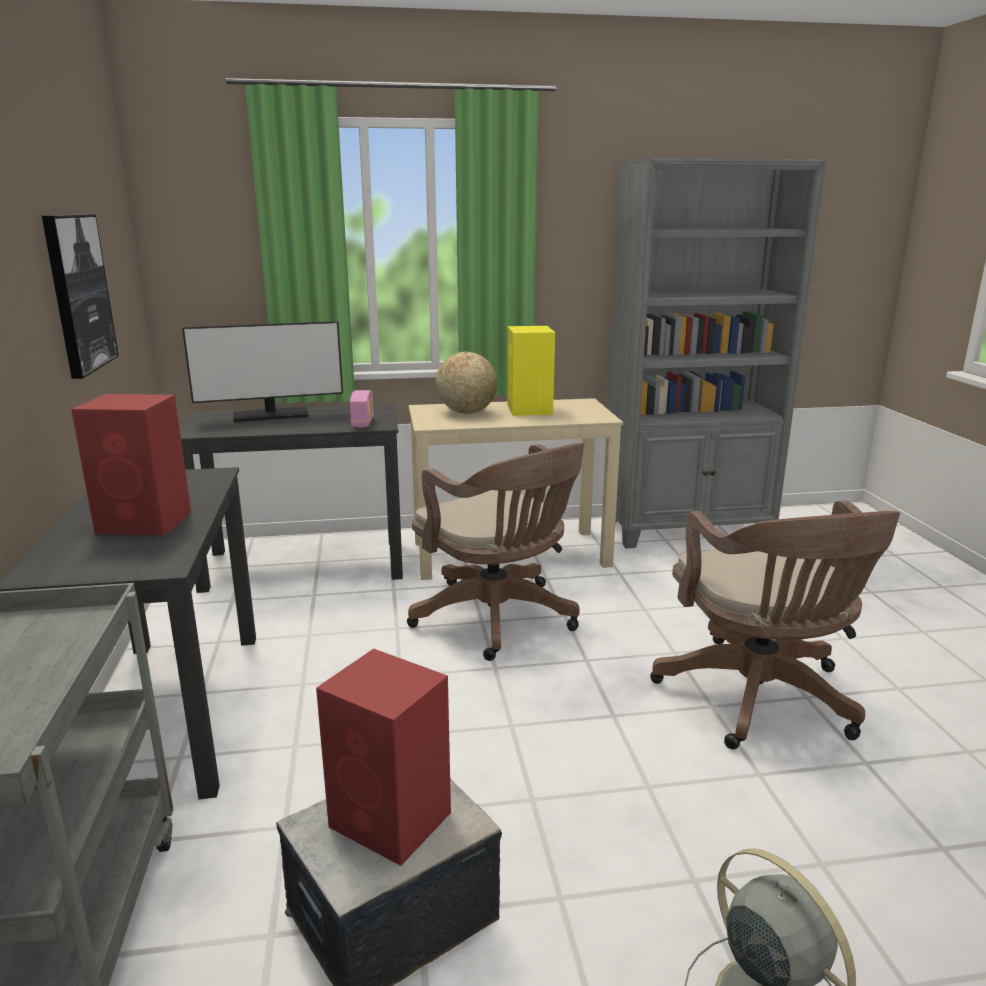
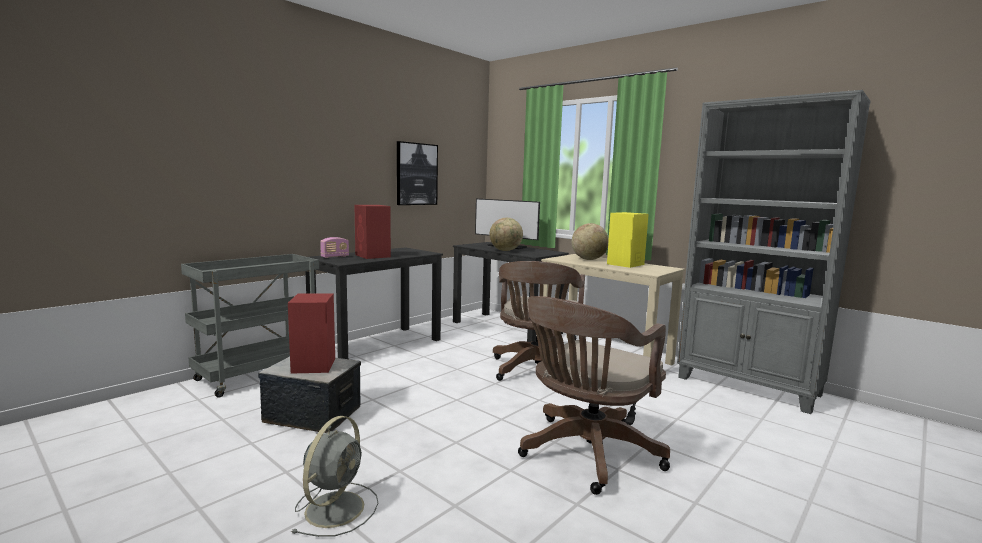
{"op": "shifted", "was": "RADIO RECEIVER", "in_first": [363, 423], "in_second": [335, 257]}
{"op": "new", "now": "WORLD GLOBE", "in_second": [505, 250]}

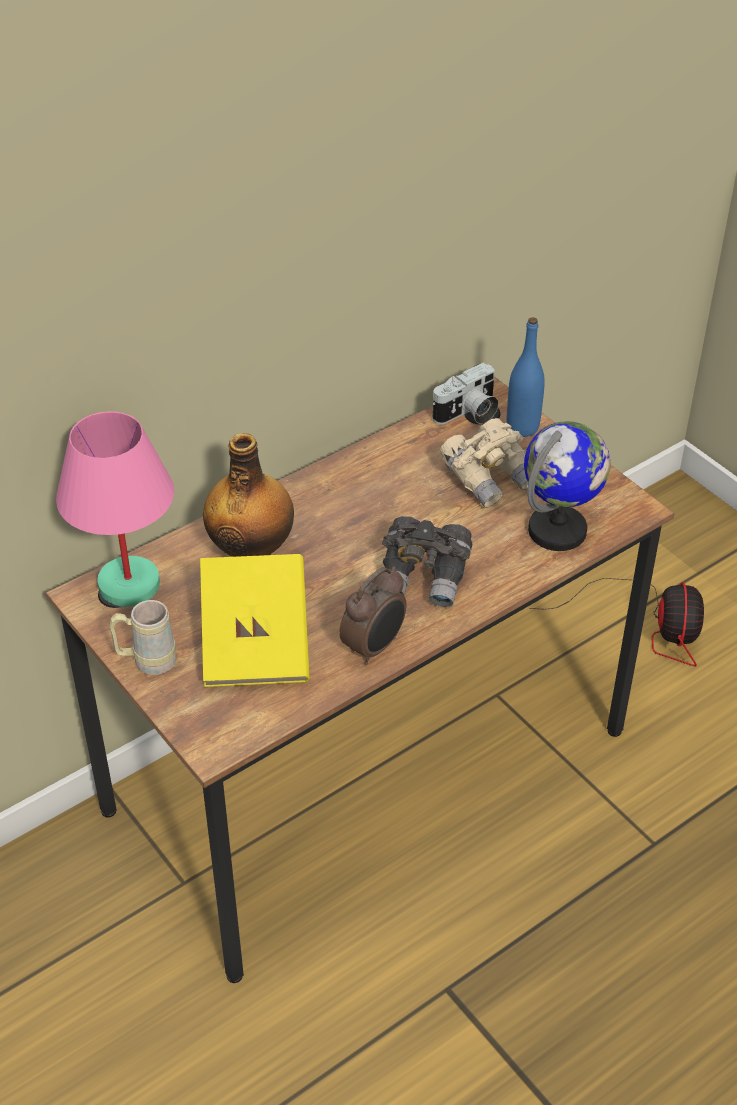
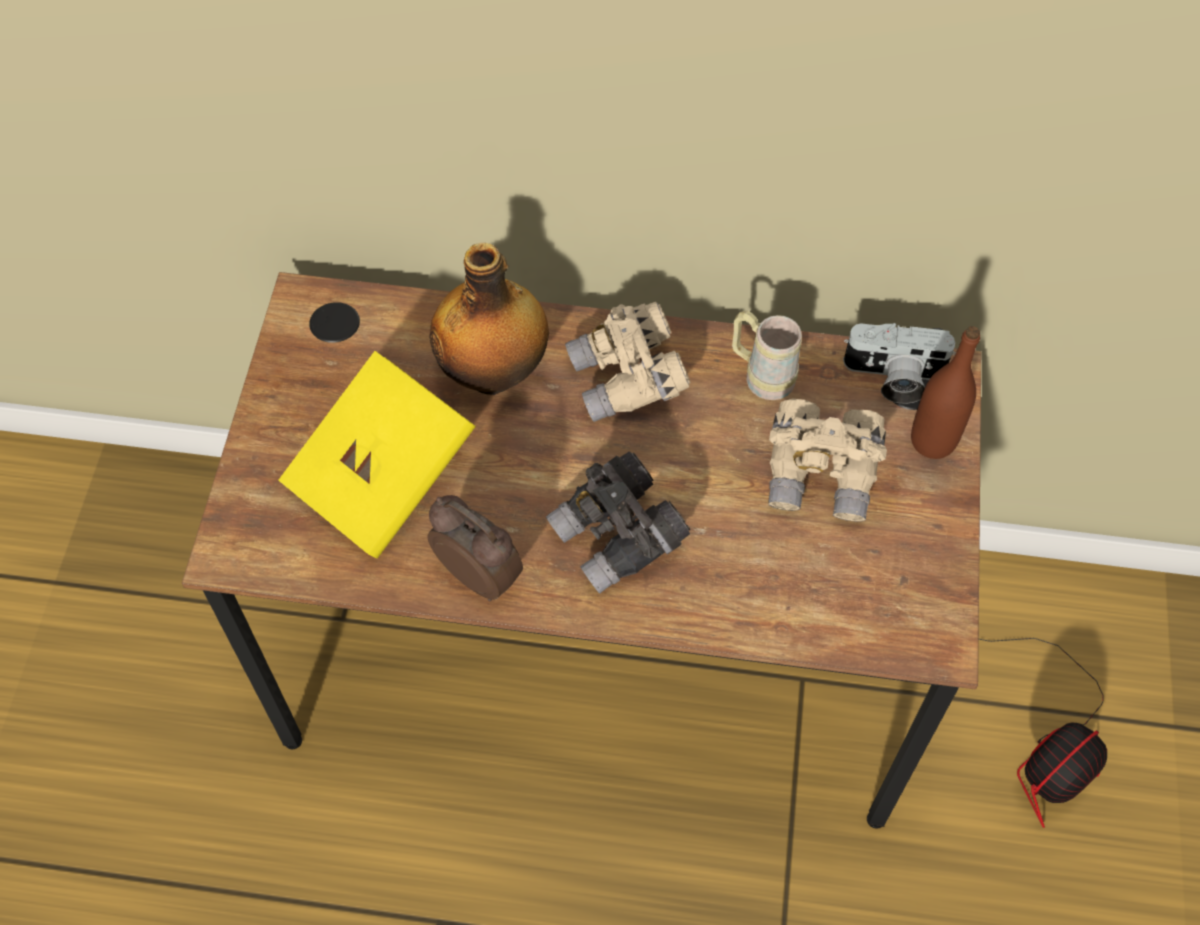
{"op": "gone", "was": "PINK-COLOURED TABLETOP LAMP", "in_first": [129, 583]}
{"op": "shifted", "was": "BEIGE-COLOURED MUG", "in_first": [146, 661], "in_second": [761, 375]}
{"op": "rotated", "was": "ALARM CLOCK", "in_first": [374, 647], "in_second": [480, 575], "clockwise": -135}
{"op": "repainted", "was": "BLUISH BEVERAGE BOTTLE", "now": "BROWNISH BEVERAGE BOTTLE", "in_first": [522, 427], "in_second": [933, 441]}
{"op": "gone", "was": "WORLD GLOBE", "in_first": [558, 531]}
{"op": "new", "now": "BEIGE-COLOURED BINOCULARS", "in_second": [628, 380]}

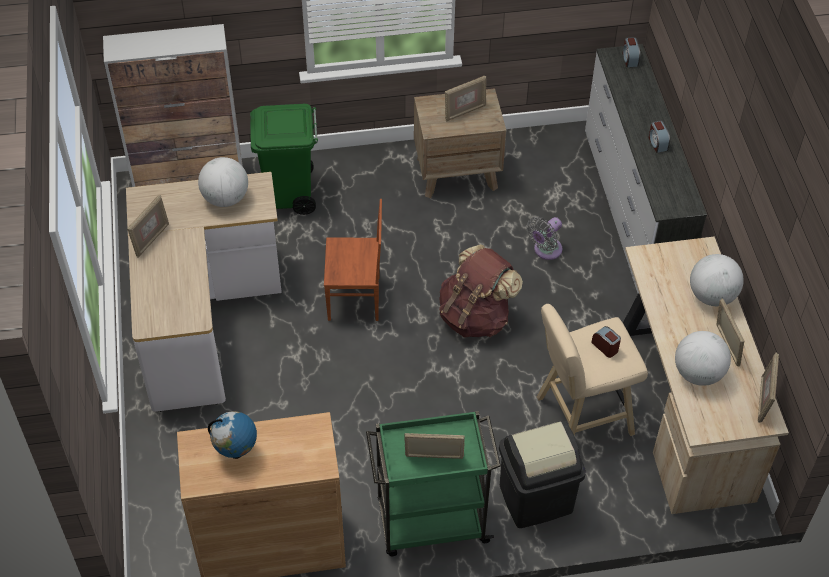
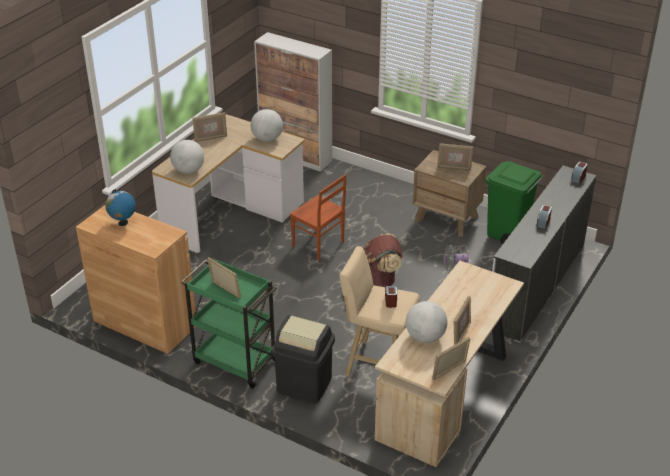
{"op": "shifted", "was": "GREENISH WASTE BIN", "in_first": [290, 194], "in_second": [507, 235]}
{"op": "shifted", "was": "WORLD GLOBE", "in_first": [712, 296], "in_second": [188, 170]}

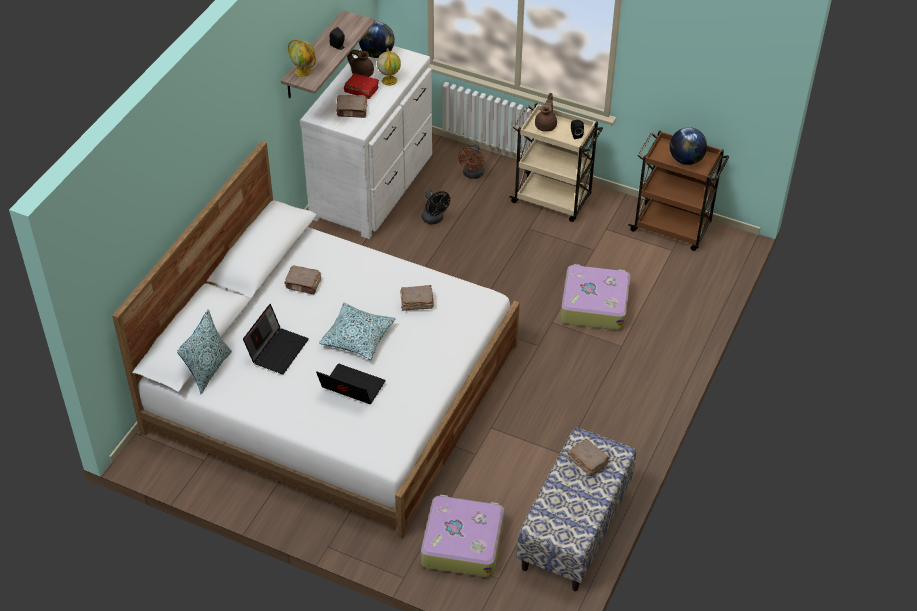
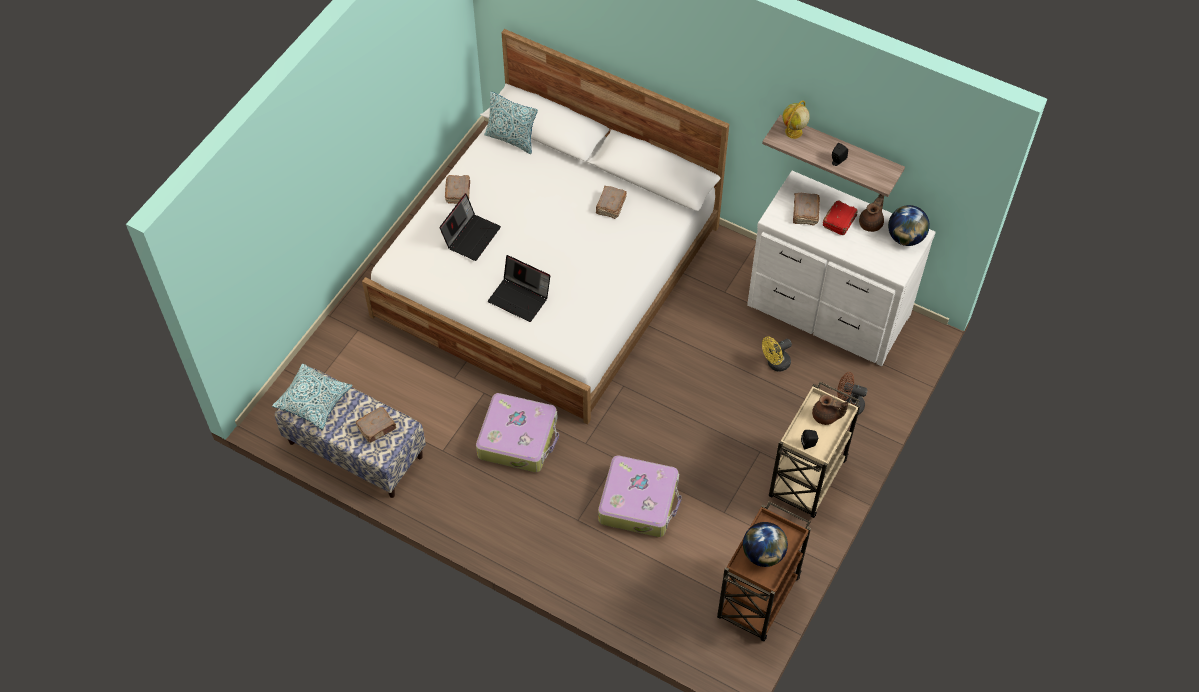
{"op": "shifted", "was": "PORTABLE COMPUTER", "in_first": [277, 349], "in_second": [520, 298]}
{"op": "shifted", "was": "PILLOW", "in_first": [357, 337], "in_second": [314, 400]}
{"op": "gone", "was": "WORLD GLOBE", "in_first": [389, 80]}
{"op": "shifted", "was": "BROWNISH BOOK", "in_first": [416, 302], "in_second": [458, 193]}
{"op": "shifted", "was": "SUITCASE", "in_first": [462, 543], "in_second": [518, 438]}
{"op": "repainted", "was": "BLACKISH ELECTRIC FAN", "now": "YELLOWISH ELECTRIC FAN", "in_first": [434, 219], "in_second": [775, 364]}

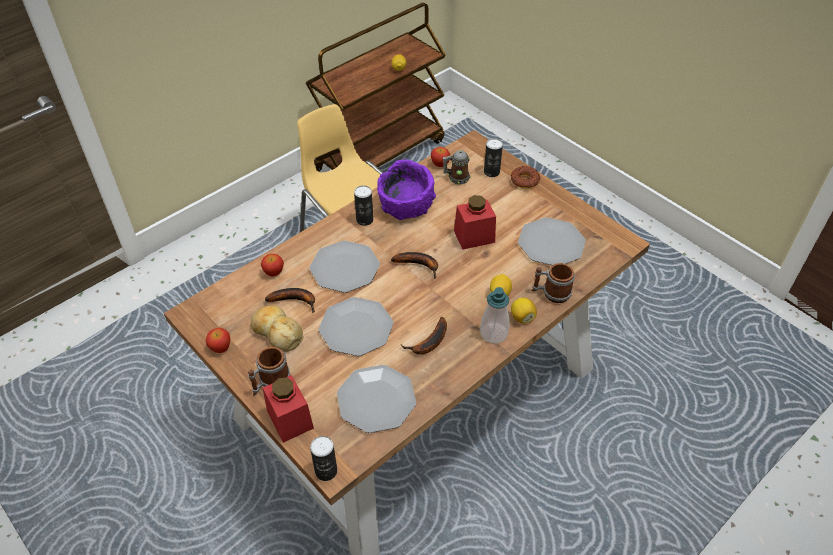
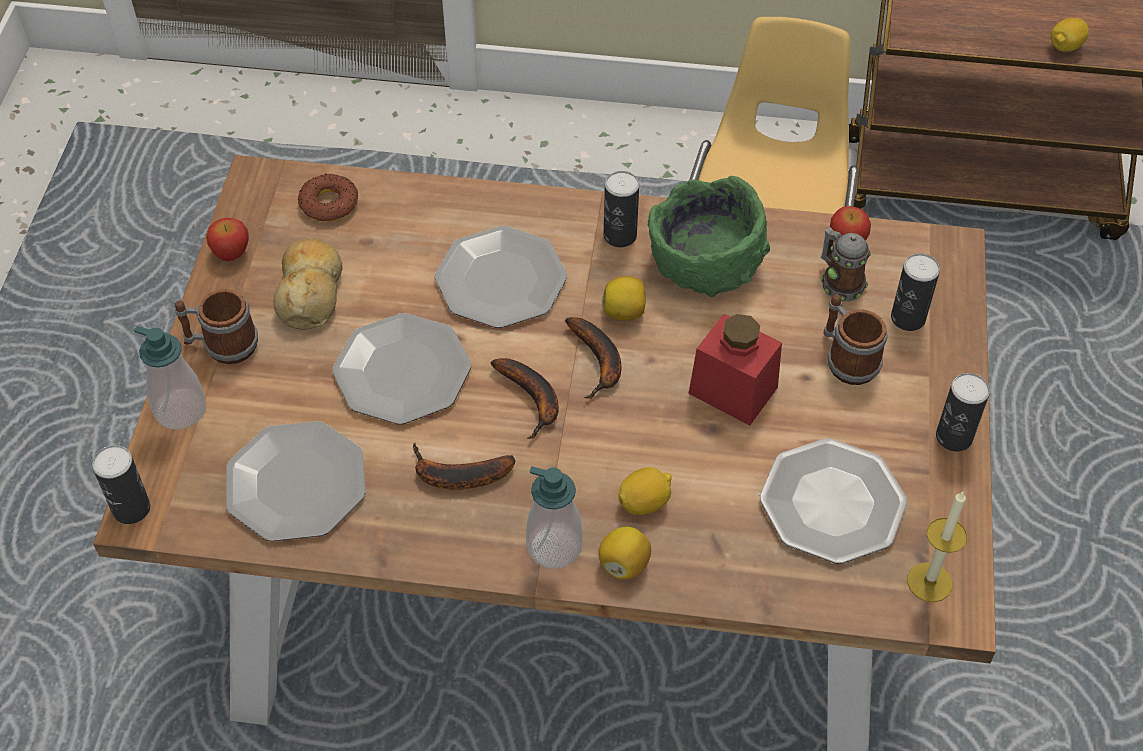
{"op": "gone", "was": "WHOLE APPLE", "in_first": [274, 272]}
{"op": "swapped", "was": "REDDISH STORAGE JAR", "now": "SOAP DISPENSER", "in_first": [290, 419], "in_second": [180, 410]}
{"op": "shifted", "was": "BANANA FRUIT", "in_first": [296, 300], "in_second": [532, 400]}
{"op": "repainted", "was": "PURPLISH SERVING BOWL", "now": "GREENISH SERVING BOWL", "in_first": [406, 206], "in_second": [705, 263]}
{"op": "shifted", "was": "RING DOUGHNUT", "in_first": [524, 180], "in_second": [329, 203]}
{"op": "shifted", "was": "MUG", "in_first": [551, 293], "in_second": [846, 359]}
{"op": "new", "now": "LEMON", "in_second": [624, 312]}
{"op": "new", "now": "WAX LIGHT", "in_second": [929, 582]}
{"op": "new", "now": "METAL CAN", "in_second": [954, 437]}

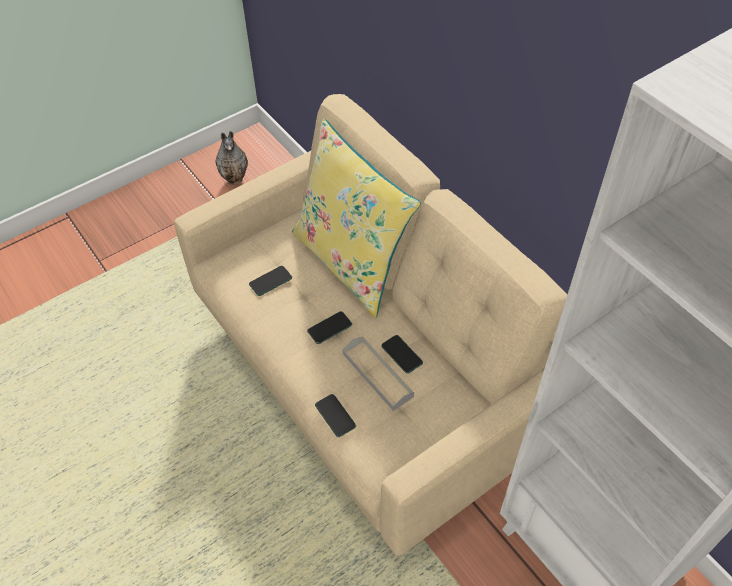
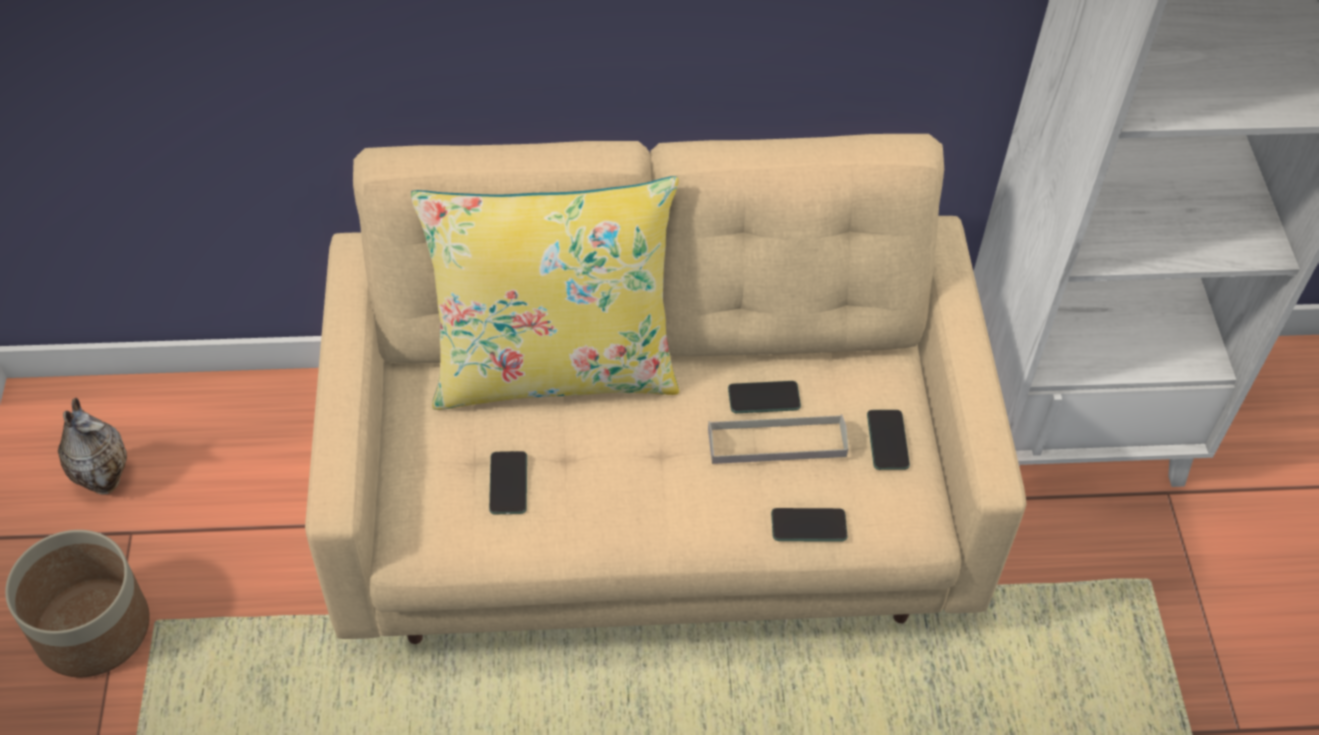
{"op": "shifted", "was": "PHONE", "in_first": [329, 328], "in_second": [887, 440]}
{"op": "new", "now": "PLANT POT", "in_second": [92, 628]}

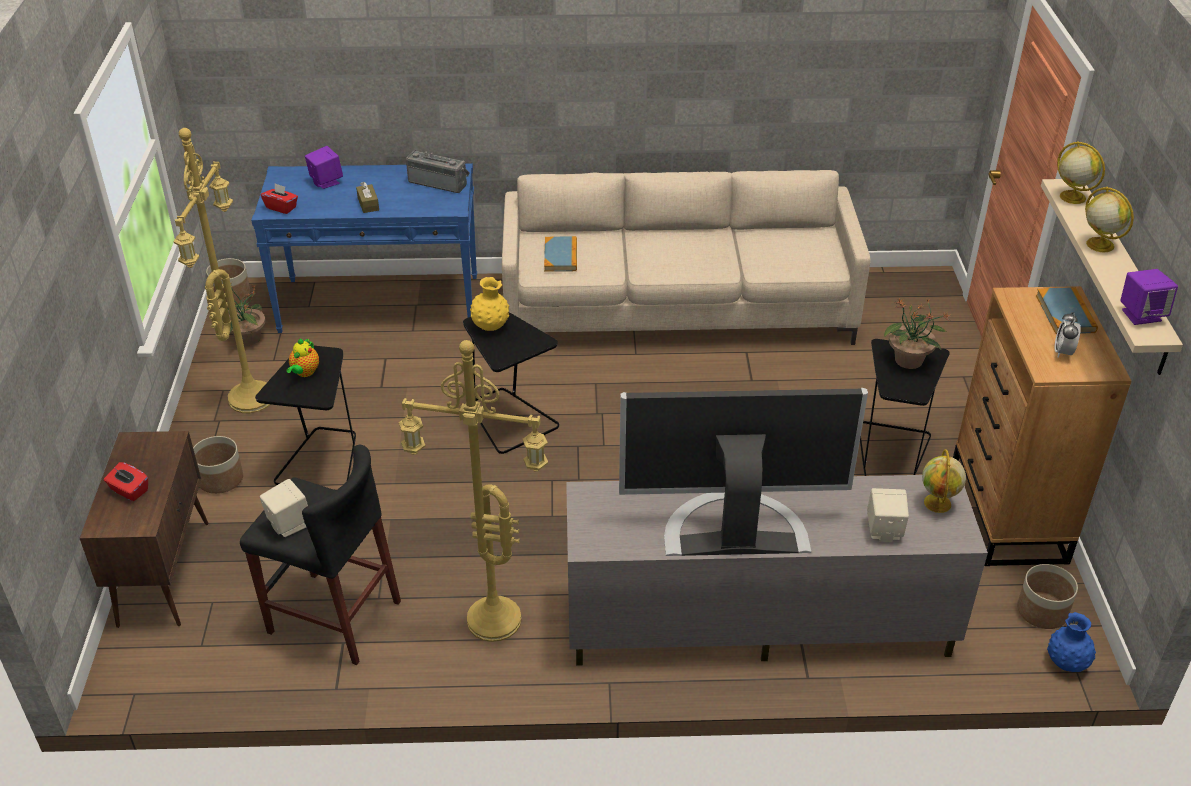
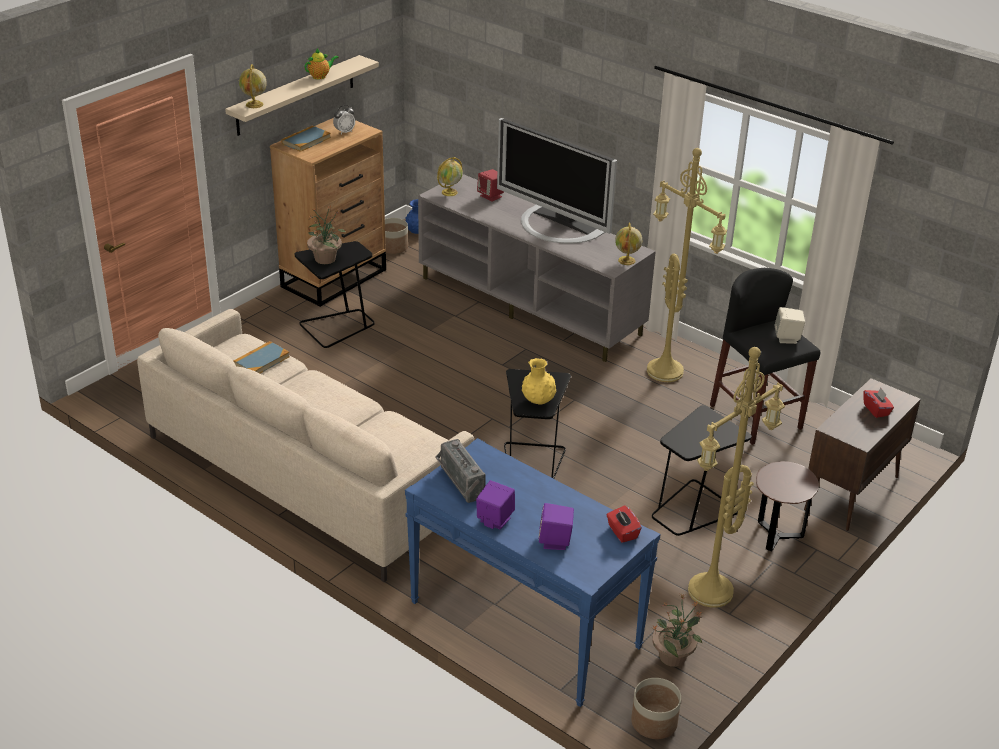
{"op": "swapped", "was": "PLANT POT", "now": "BROWNISH ACCENT TABLE", "in_first": [220, 479], "in_second": [776, 537]}
{"op": "shifted", "was": "TEAPOT", "in_first": [304, 373], "in_second": [320, 76]}
{"op": "gone", "was": "BROWNISH TISSUE BOX", "in_first": [368, 204]}
{"op": "shifted", "was": "BOOK", "in_first": [561, 256], "in_second": [261, 361]}
{"op": "repainted", "was": "BEIGE-COLOURED LOUDSPEAKER", "now": "REDDISH LOUDSPEAKER", "in_first": [884, 531], "in_second": [491, 196]}
{"op": "shifted", "was": "WORLD GLOBE", "in_first": [1099, 244], "in_second": [627, 261]}
{"op": "shifted", "was": "PURPLISH LOUDSPEAKER", "in_first": [1141, 315], "in_second": [494, 520]}

